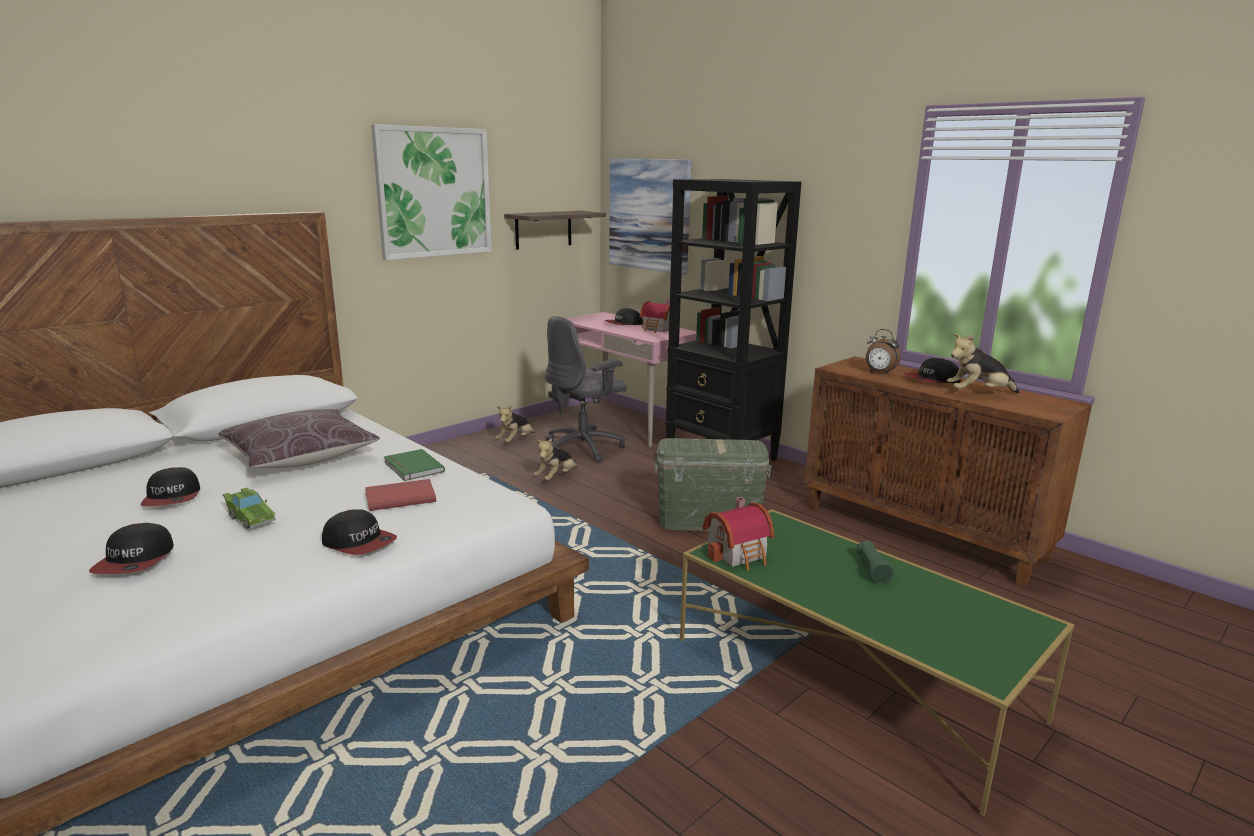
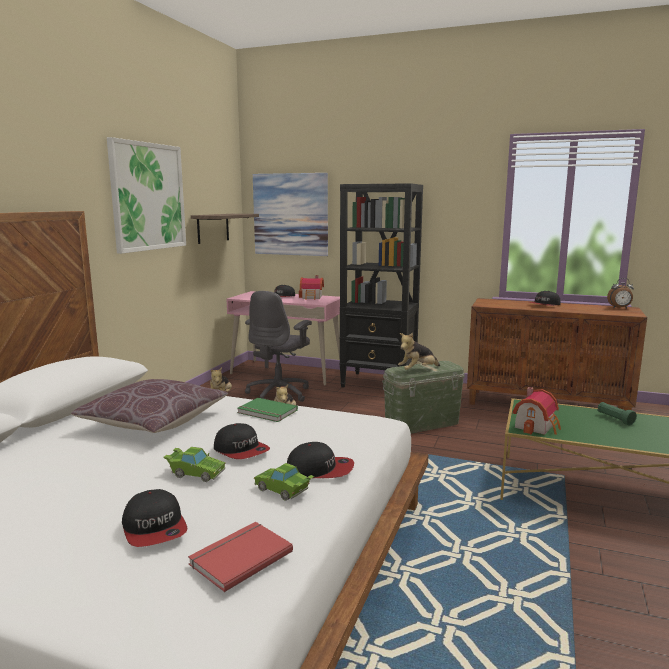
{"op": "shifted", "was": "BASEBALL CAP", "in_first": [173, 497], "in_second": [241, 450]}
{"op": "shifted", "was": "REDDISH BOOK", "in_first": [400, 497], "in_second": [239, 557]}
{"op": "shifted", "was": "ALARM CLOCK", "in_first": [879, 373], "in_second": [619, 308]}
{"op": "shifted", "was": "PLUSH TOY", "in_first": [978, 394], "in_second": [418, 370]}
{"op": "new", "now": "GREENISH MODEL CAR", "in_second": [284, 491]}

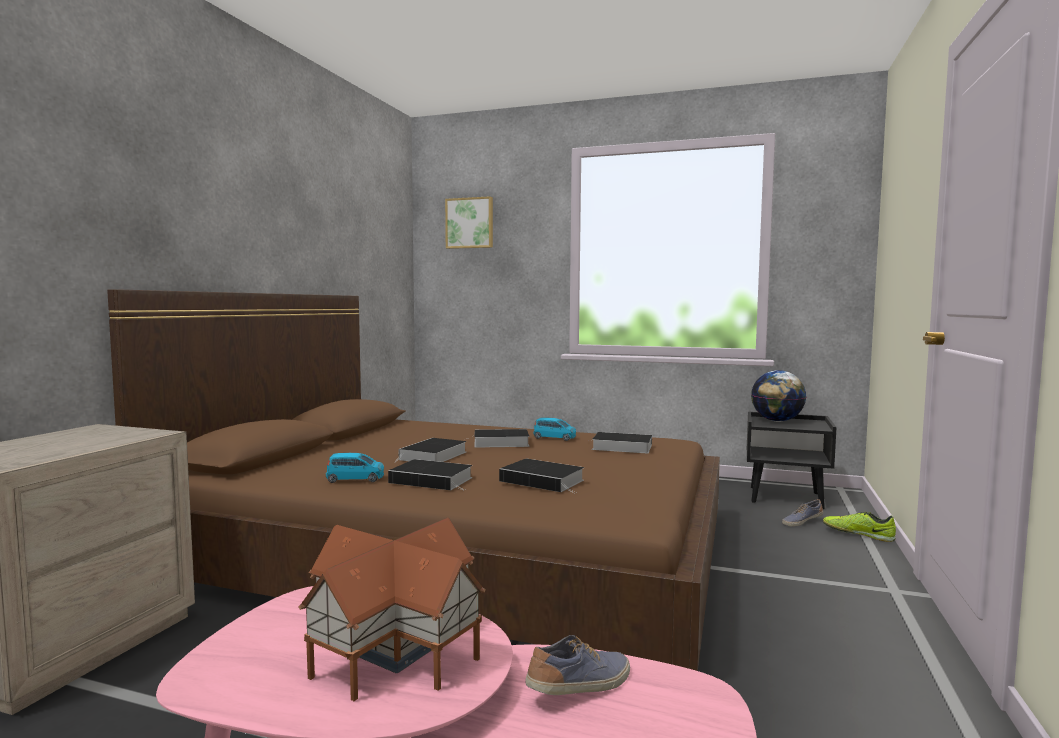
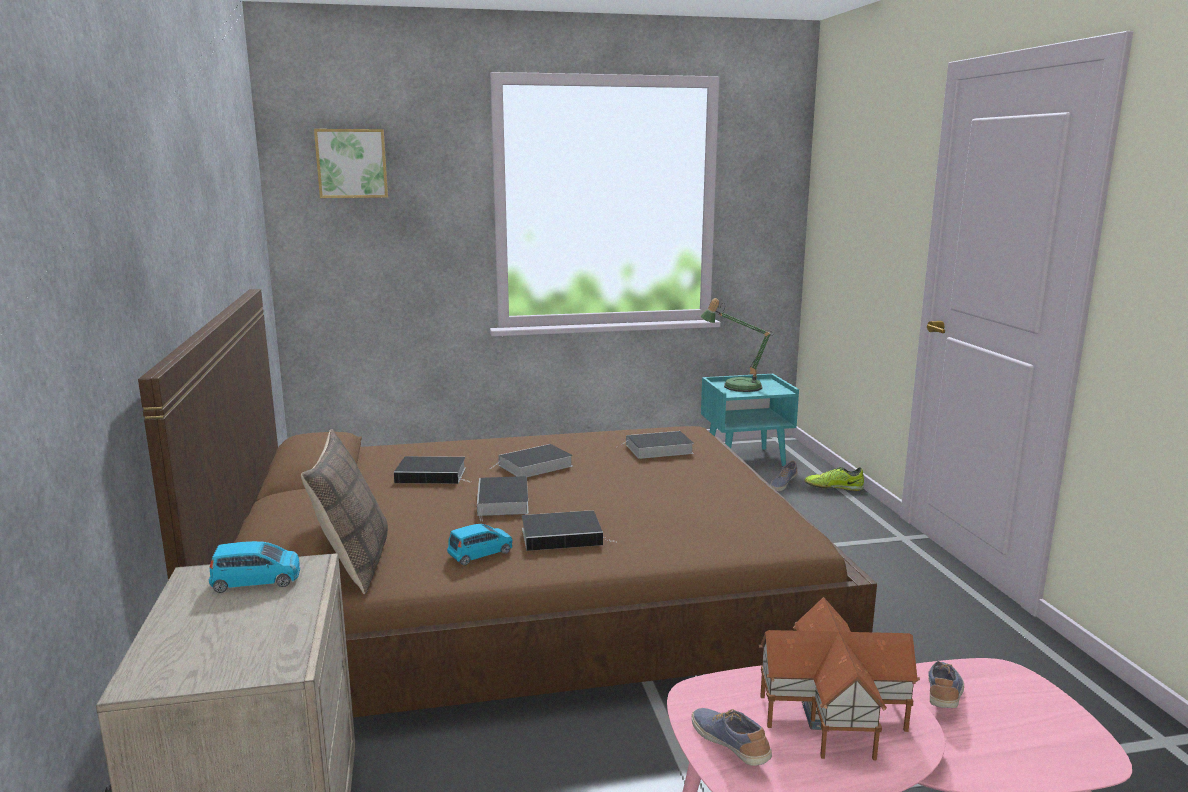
{"op": "shifted", "was": "BOOK", "in_first": [544, 481], "in_second": [433, 475]}
{"op": "shifted", "was": "BLUISH MODEL CAR", "in_first": [554, 438], "in_second": [256, 581]}
{"op": "repainted", "was": "BLACKISH NIGHTSTAND", "now": "TURQUOISE NIGHTSTAND", "in_first": [786, 497], "in_second": [745, 459]}
{"op": "swapped", "was": "WORLD GLOBE", "now": "TABLETOP LAMP", "in_first": [776, 421], "in_second": [736, 386]}
{"op": "new", "now": "PILLOW", "in_second": [354, 563]}
{"op": "new", "now": "LOW SHOE", "in_second": [730, 745]}

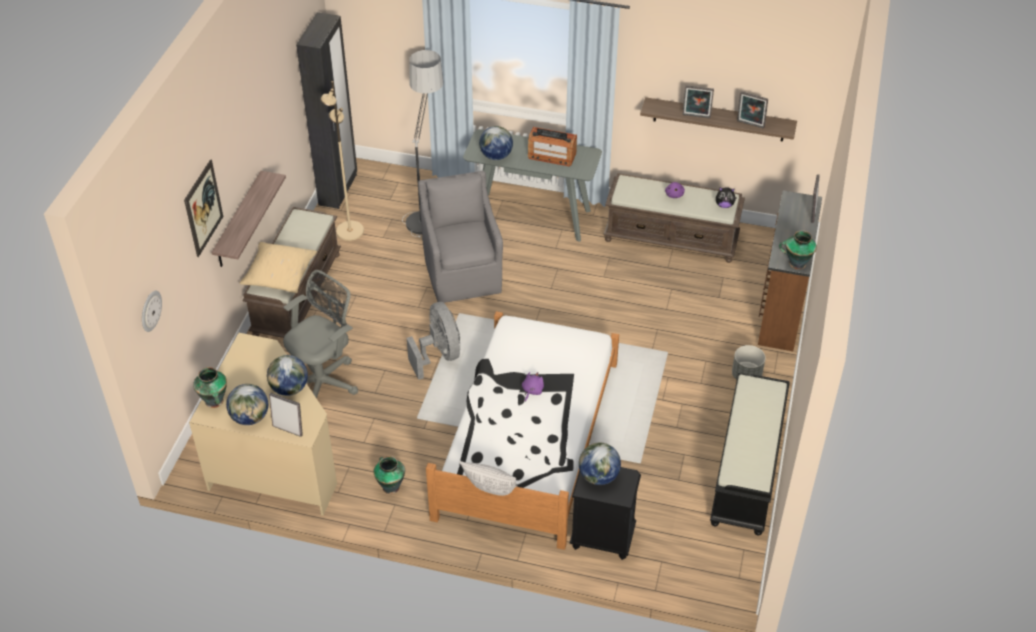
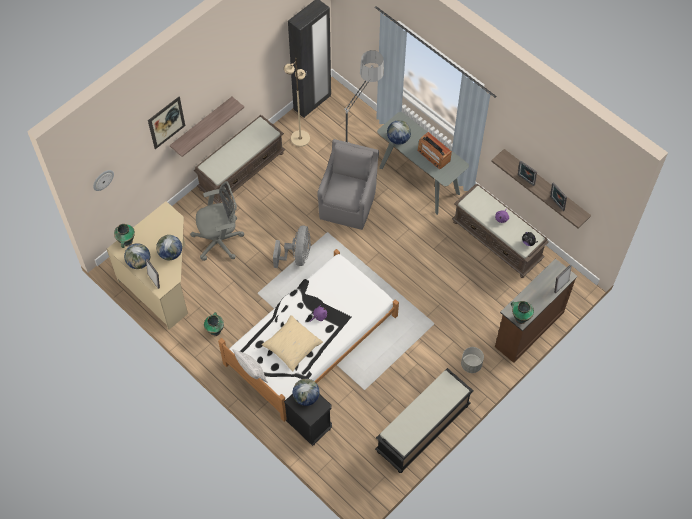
{"op": "shifted", "was": "BEIGE-COLOURED PILLOW", "in_first": [279, 274], "in_second": [292, 346]}

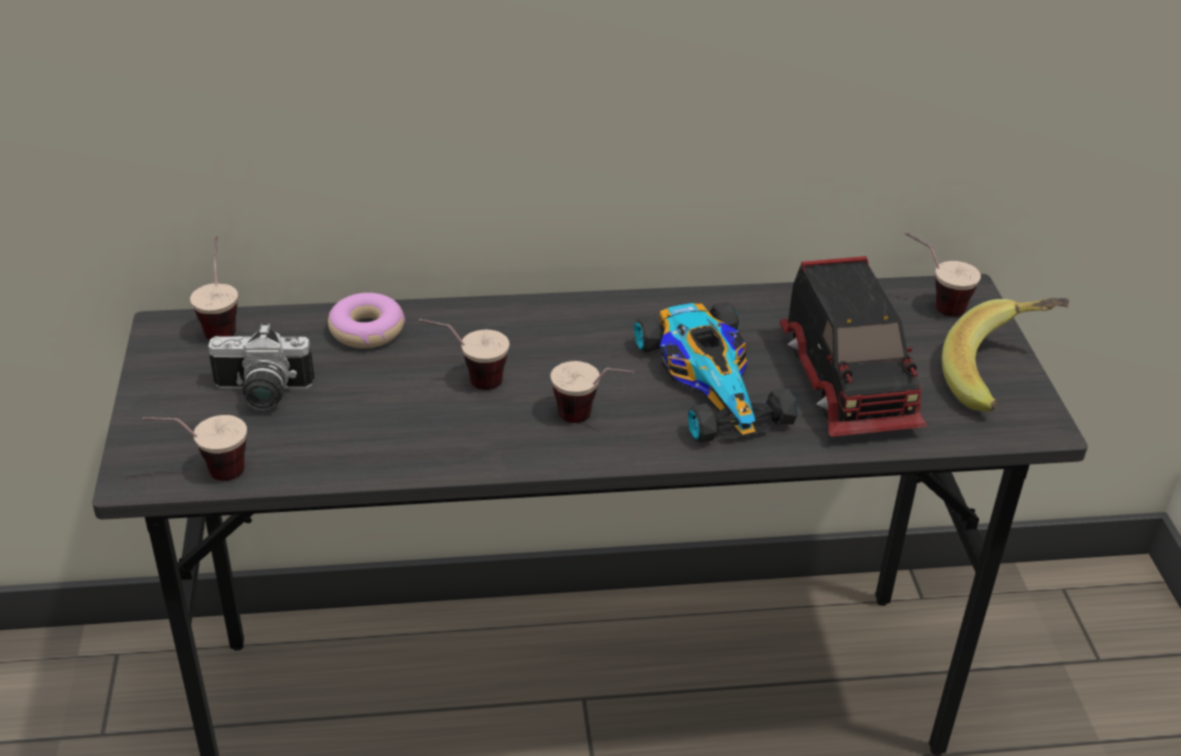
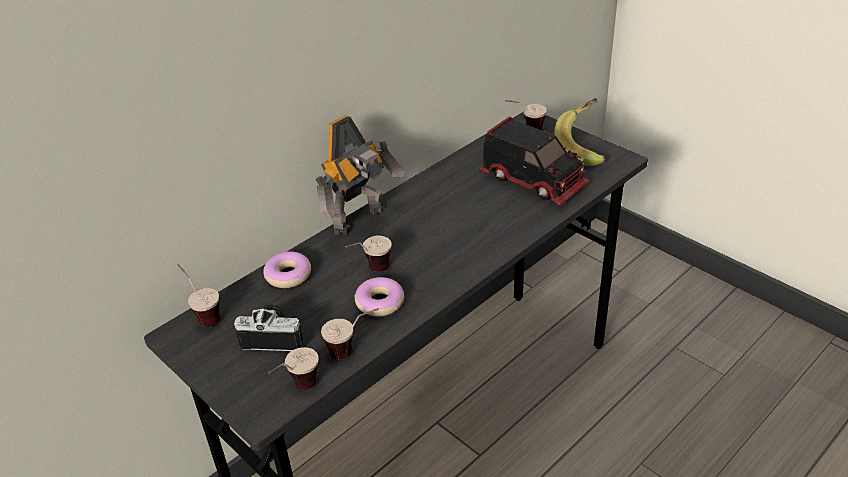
{"op": "rotated", "was": "PHOTO CAMERA", "in_first": [261, 395], "in_second": [274, 336], "clockwise": -135}
{"op": "shifted", "was": "CUP", "in_first": [591, 420], "in_second": [353, 350]}
{"op": "gone", "was": "MODEL CAR", "in_first": [710, 380]}
{"op": "new", "now": "ROBOT FIGURE", "in_second": [361, 221]}
{"op": "new", "now": "RING DOUGHNUT", "in_second": [379, 302]}

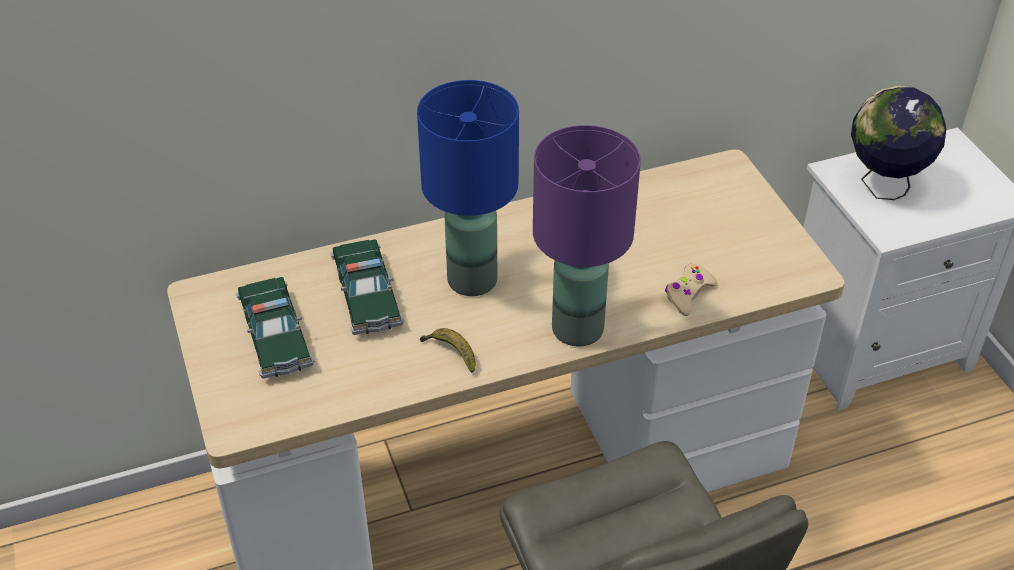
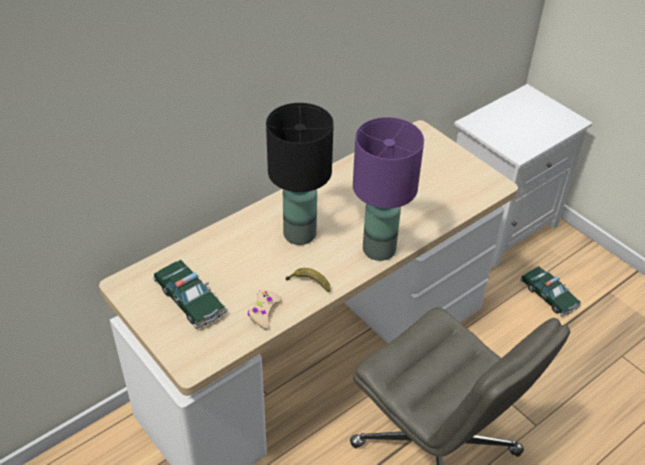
{"op": "shifted", "was": "MODEL CAR", "in_first": [367, 296], "in_second": [548, 295]}
{"op": "repainted", "was": "BLUISH TABLETOP LAMP", "now": "BLACKISH TABLETOP LAMP", "in_first": [471, 280], "in_second": [299, 234]}
{"op": "shifted", "was": "BEIGE-COLOURED GAMEPAD", "in_first": [688, 294], "in_second": [264, 312]}
{"op": "gone", "was": "WORLD GLOBE", "in_first": [883, 186]}

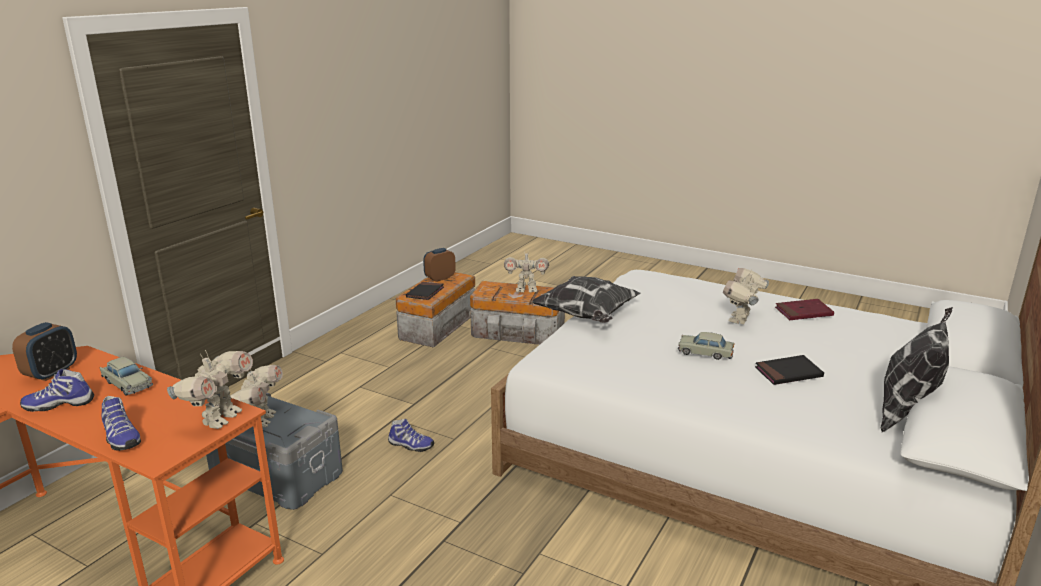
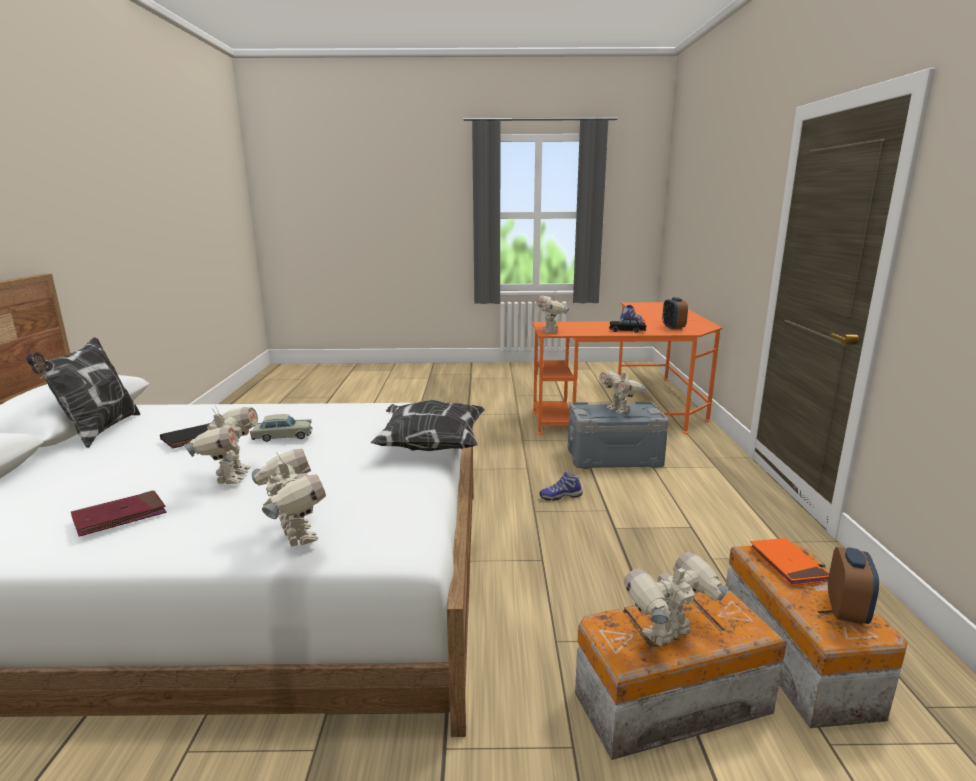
{"op": "repainted", "was": "BEIGE-COLOURED MODEL CAR", "now": "BLACKISH MODEL CAR", "in_first": [127, 383], "in_second": [627, 331]}
{"op": "gone", "was": "LOW SHOE", "in_first": [120, 437]}
{"op": "repainted", "was": "BLACKISH BOOK", "now": "ORANGE BOOK", "in_first": [425, 293], "in_second": [787, 564]}
{"op": "new", "now": "ROBOT FIGURE", "in_second": [295, 536]}

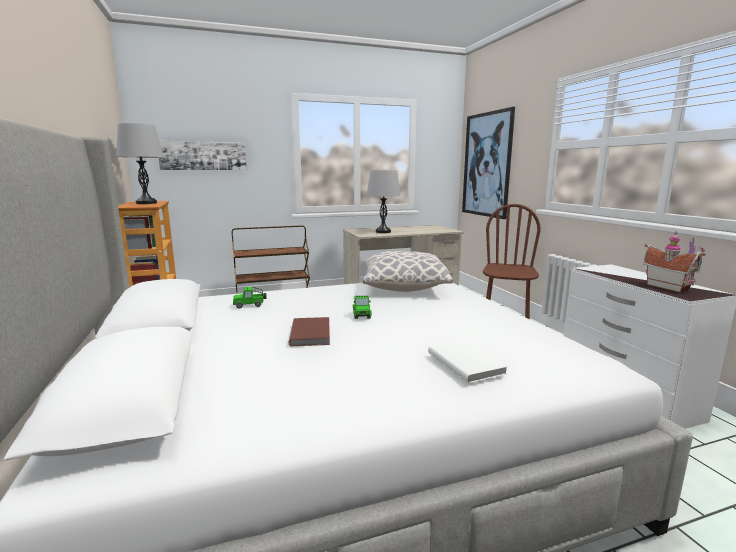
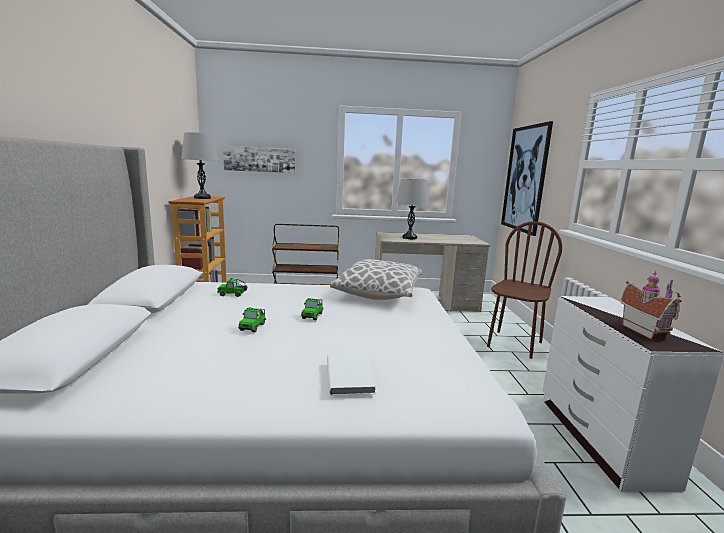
{"op": "swapped", "was": "BROWNISH BOOK", "now": "MODEL CAR", "in_first": [312, 333], "in_second": [253, 327]}

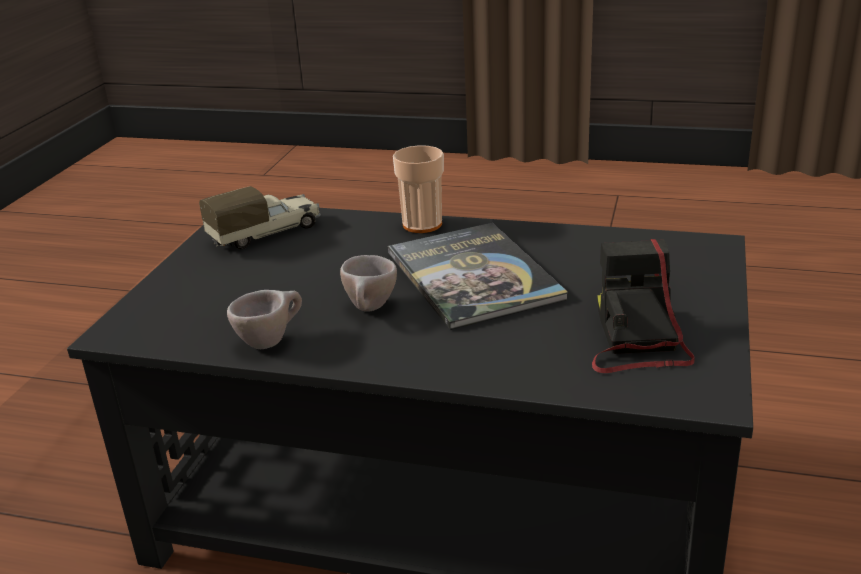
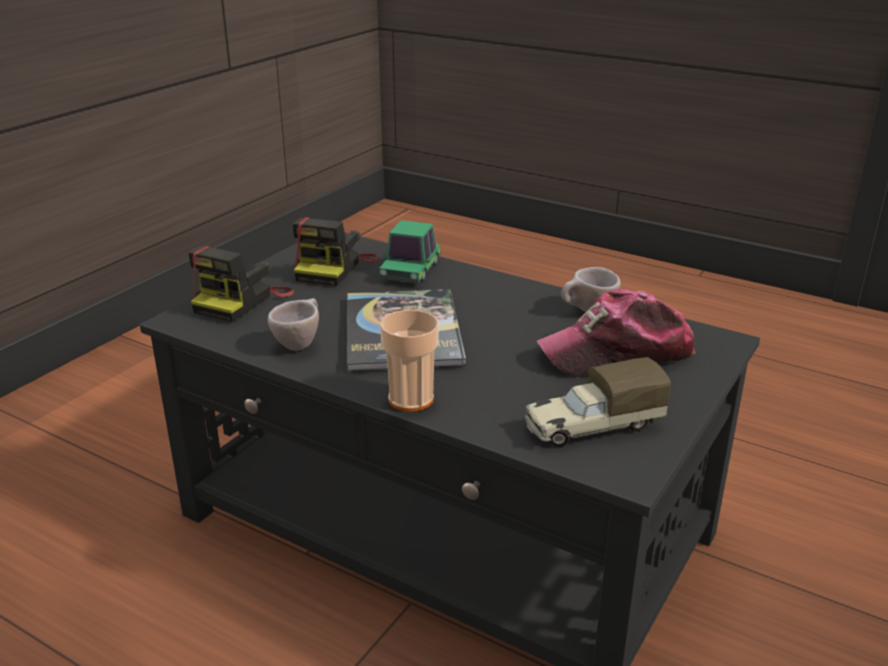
{"op": "shifted", "was": "BEIGE-COLOURED CUP", "in_first": [370, 310], "in_second": [299, 343]}
{"op": "new", "now": "PHOTO CAMERA", "in_second": [241, 301]}
{"op": "new", "now": "MODEL CAR", "in_second": [411, 271]}
{"op": "new", "now": "BASEBALL CAP", "in_second": [617, 353]}

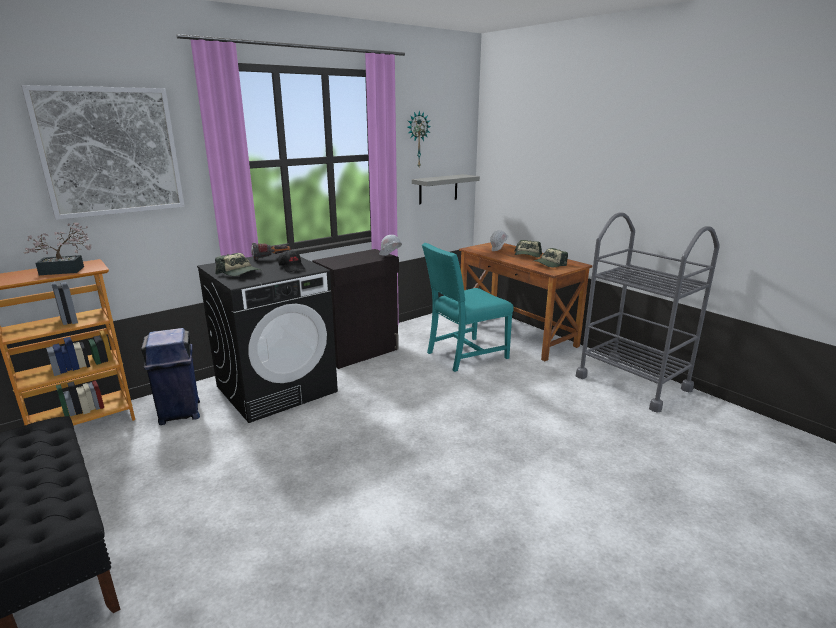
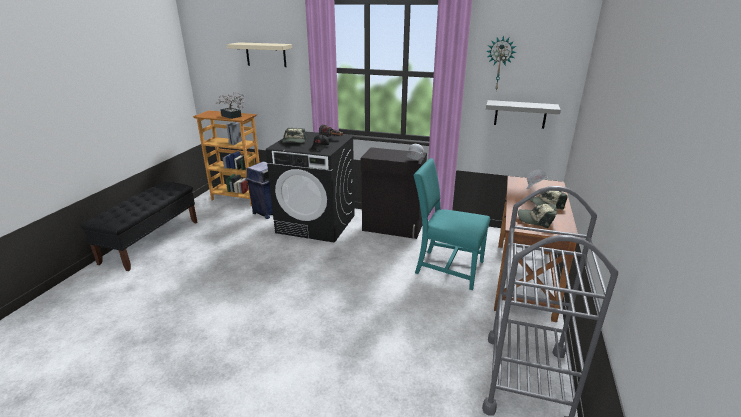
{"op": "swapped", "was": "WALL ART", "now": "BEIGE-COLOURED SHELF", "in_first": [110, 152], "in_second": [266, 54]}

